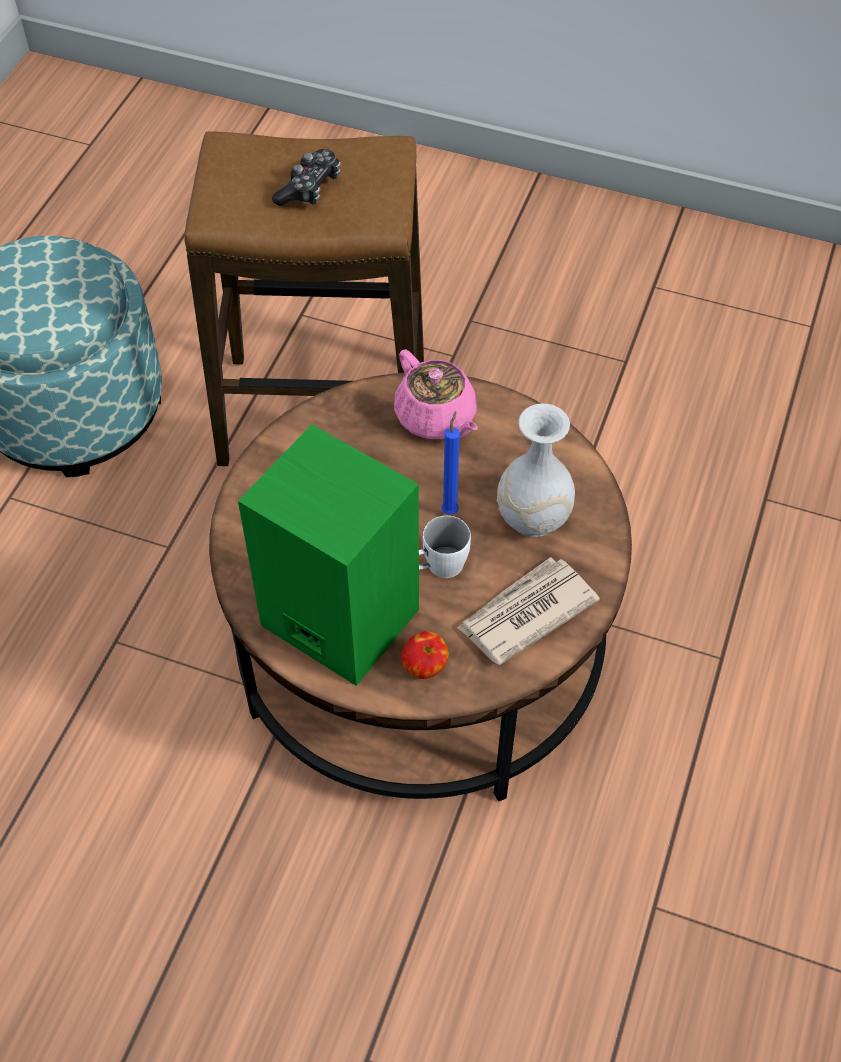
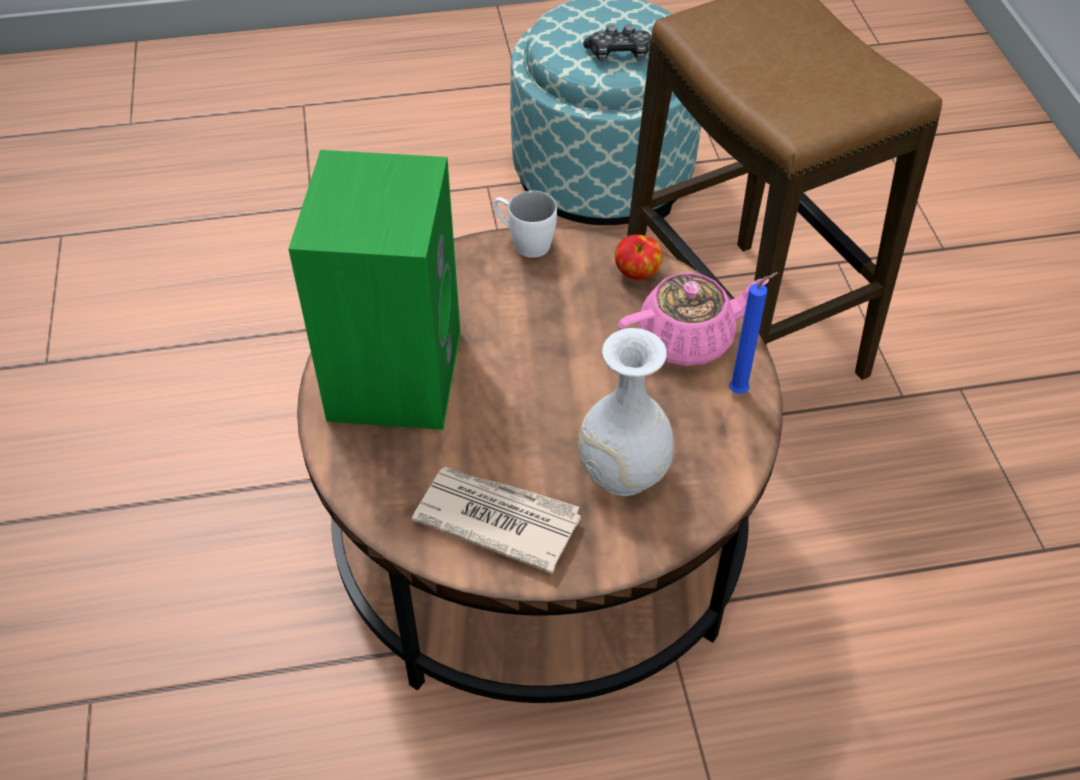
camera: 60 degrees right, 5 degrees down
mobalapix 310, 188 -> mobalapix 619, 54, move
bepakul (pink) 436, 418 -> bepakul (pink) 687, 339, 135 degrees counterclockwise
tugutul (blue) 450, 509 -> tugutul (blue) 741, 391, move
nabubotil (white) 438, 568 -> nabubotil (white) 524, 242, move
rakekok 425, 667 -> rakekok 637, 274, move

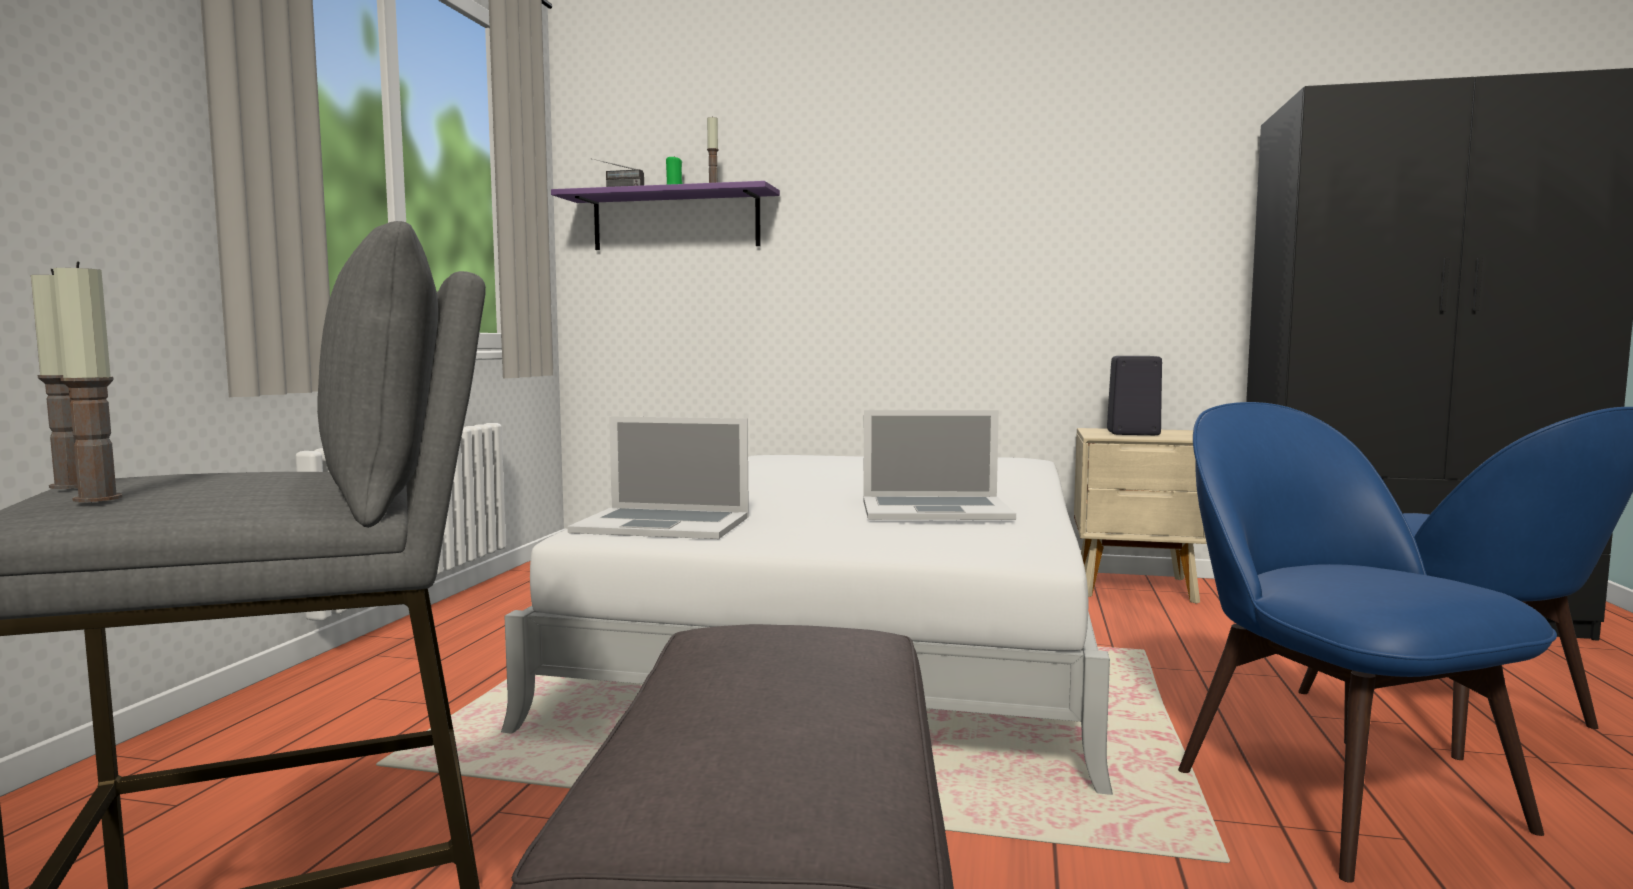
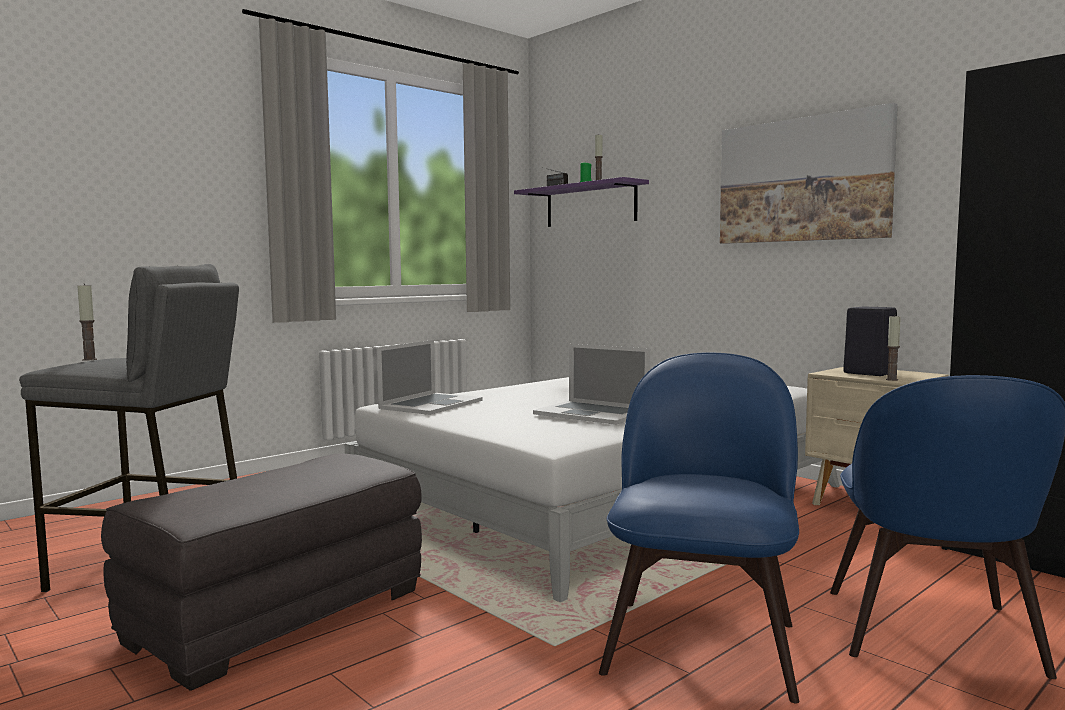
camera: 35 degrees right, 0 degrees up
tugutul 98, 498 -> tugutul 891, 379, move
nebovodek 663, 524 -> nebovodek 430, 404, 105 degrees counterclockwise
none -> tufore 803, 180

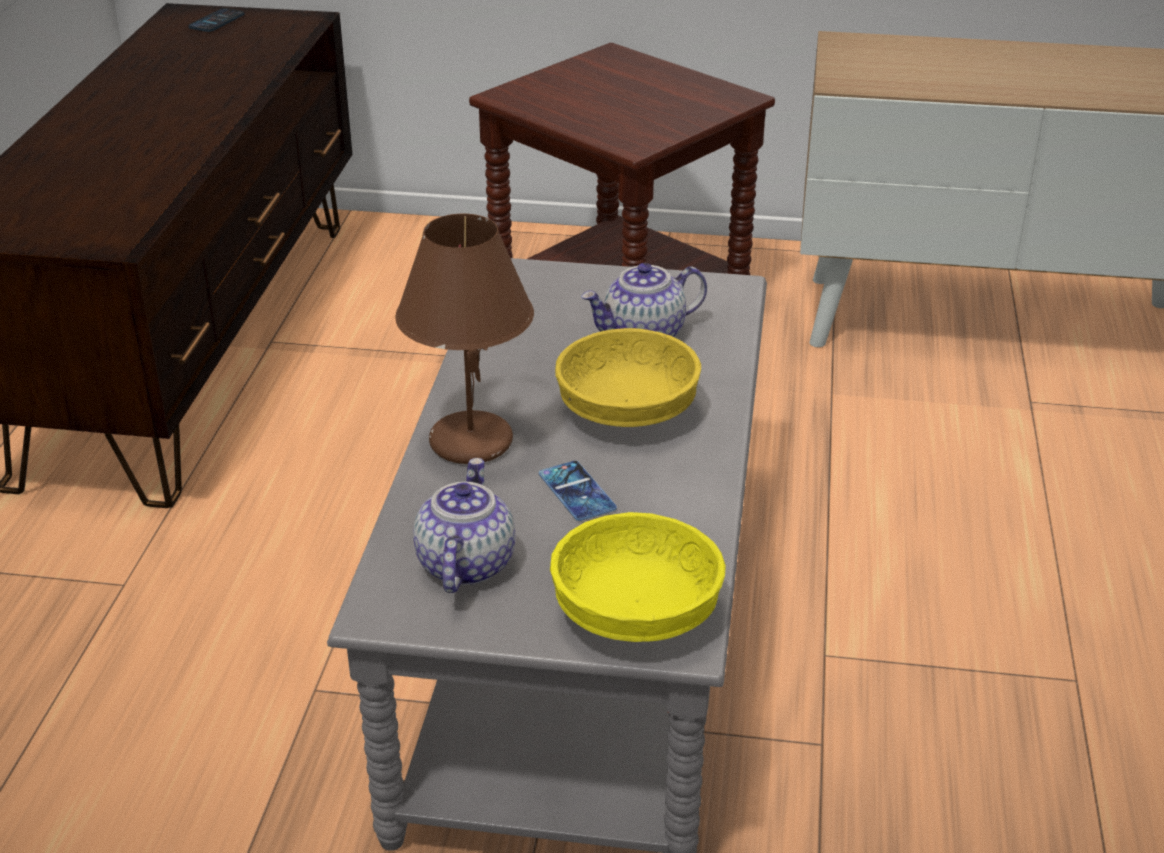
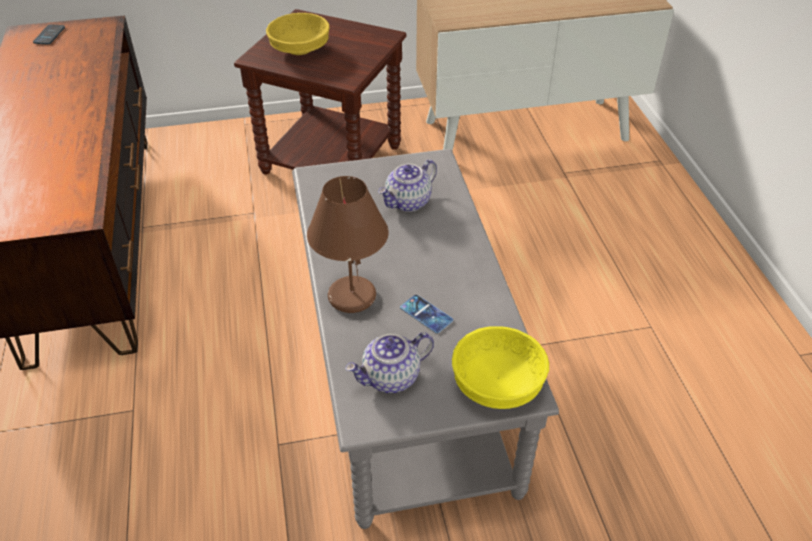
camera: 20 degrees left, 10 degrees up
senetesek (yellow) 627, 410 -> senetesek (yellow) 299, 49, move
bepakul 464, 564 -> bepakul 391, 378, 105 degrees counterclockwise

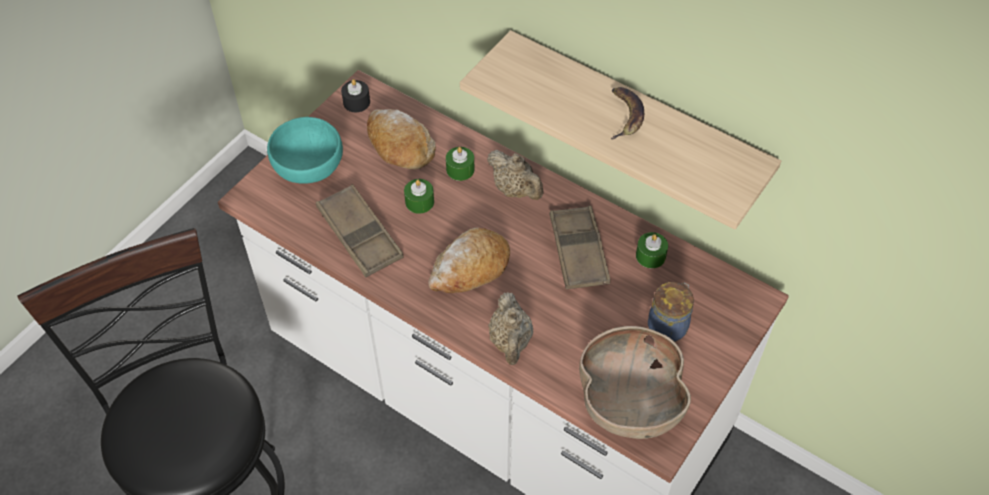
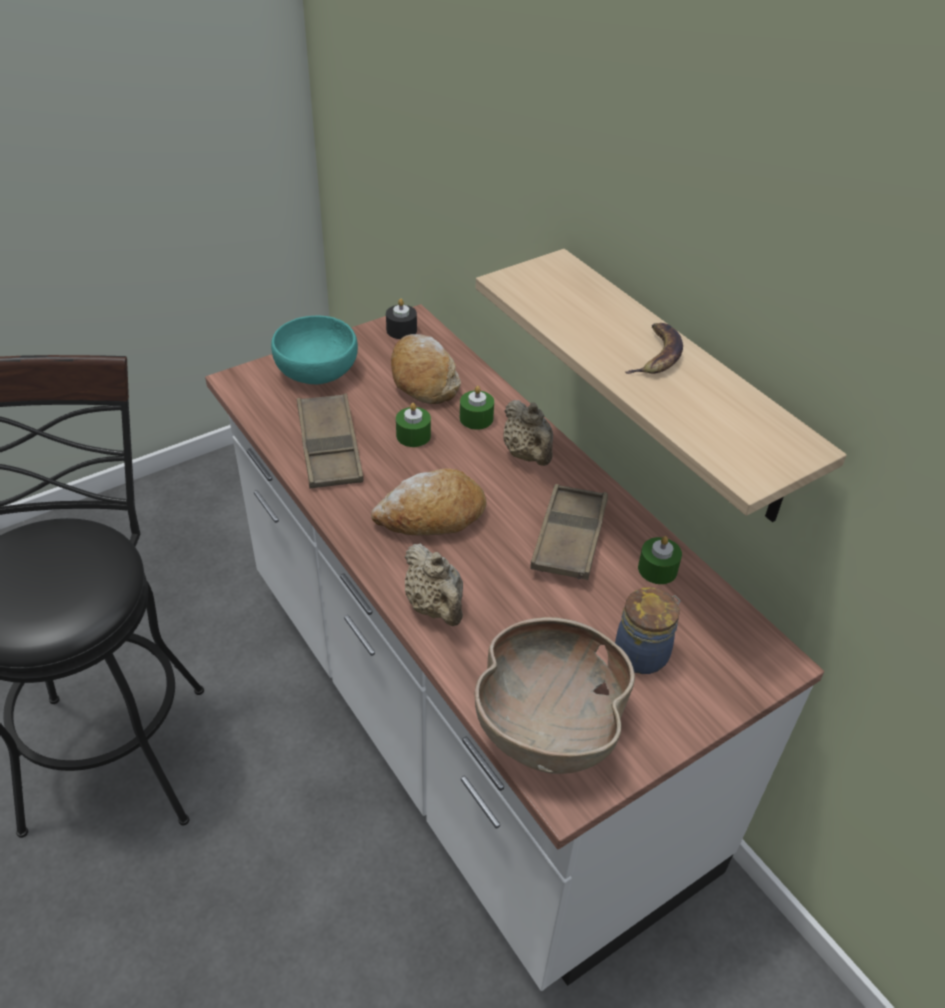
camera: 20 degrees right, 10 degrees down
bepakul (beige) 510, 342 -> bepakul (beige) 435, 607, 45 degrees counterclockwise

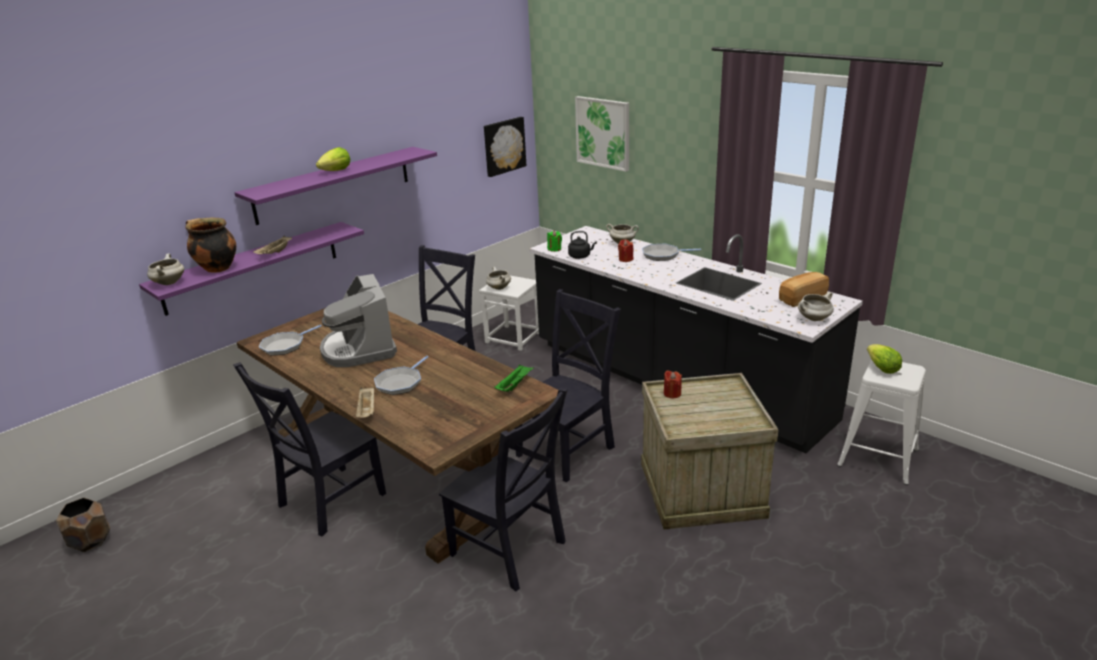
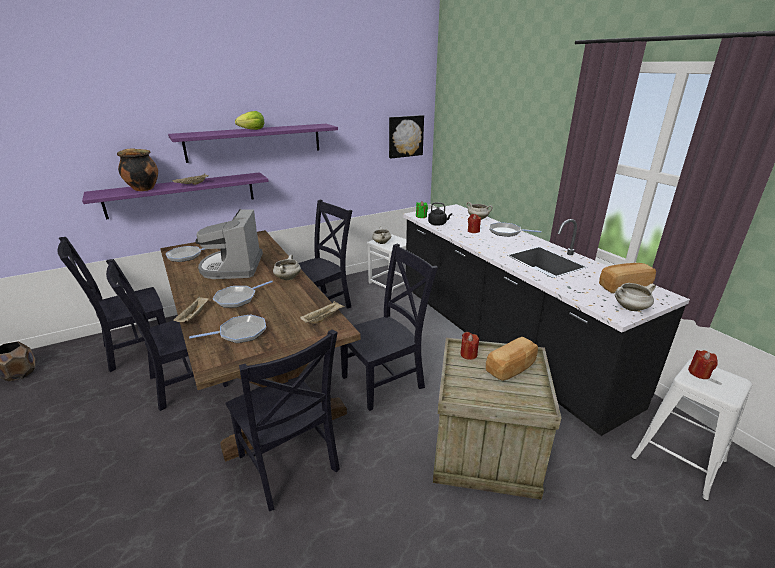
camera: 15 degrees right, 0 degrees up
tufore 603, 133 -> none
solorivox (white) 169, 283 -> solorivox (white) 287, 278, move
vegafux 882, 368 -> tugutul (red) 699, 373
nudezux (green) 514, 385 -> nudezux (beige) 323, 318
none -> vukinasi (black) 135, 349
none -> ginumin 240, 333
none -> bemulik 512, 368

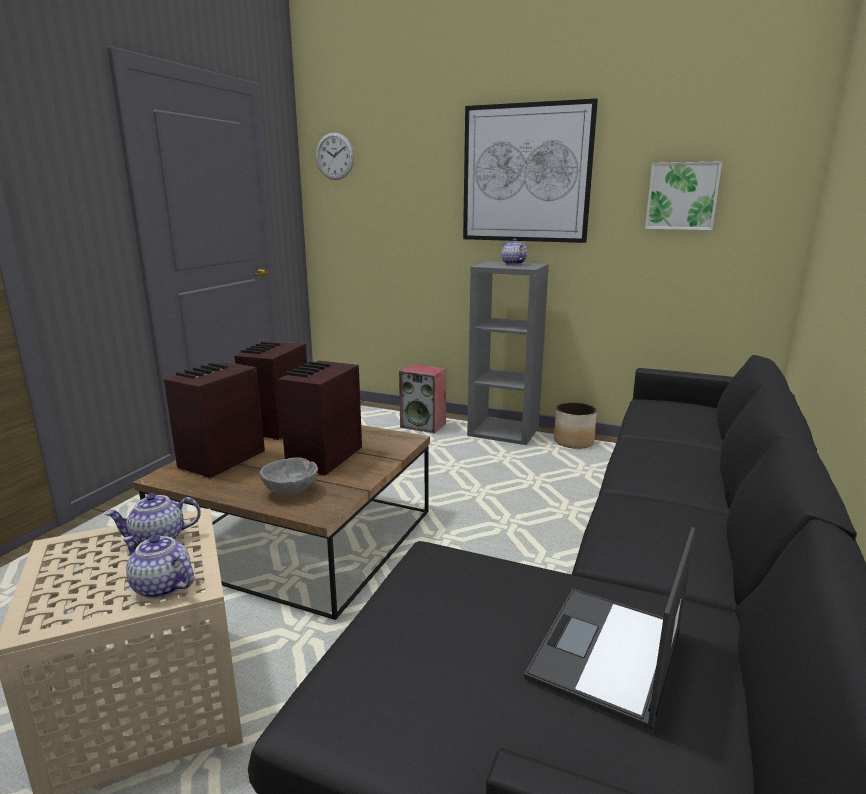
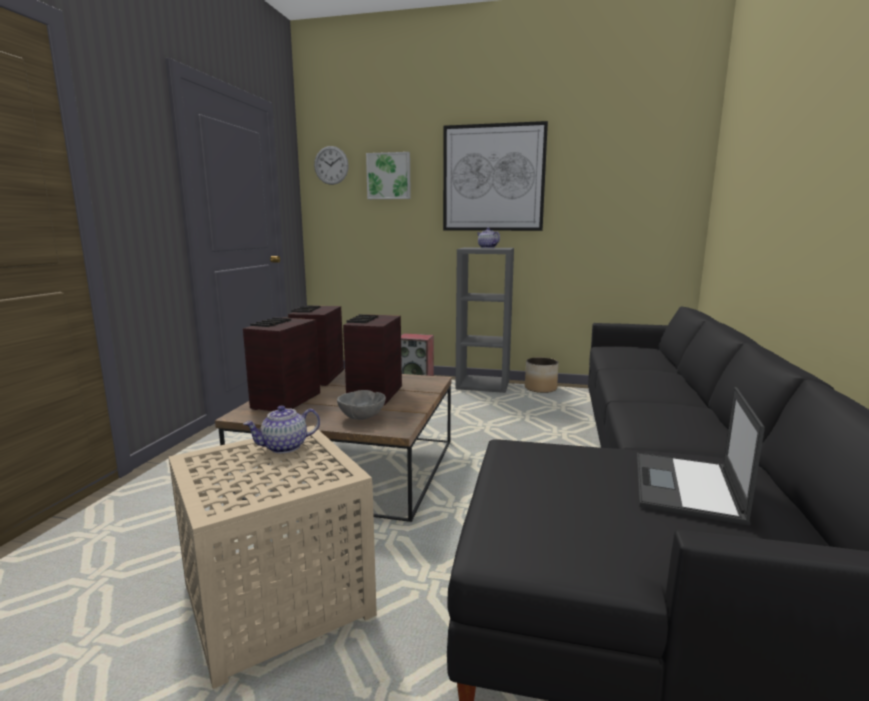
camera: 10 degrees left, 5 degrees down
tufore 682, 196 -> tufore 389, 176, move
bepakul 161, 586 -> none

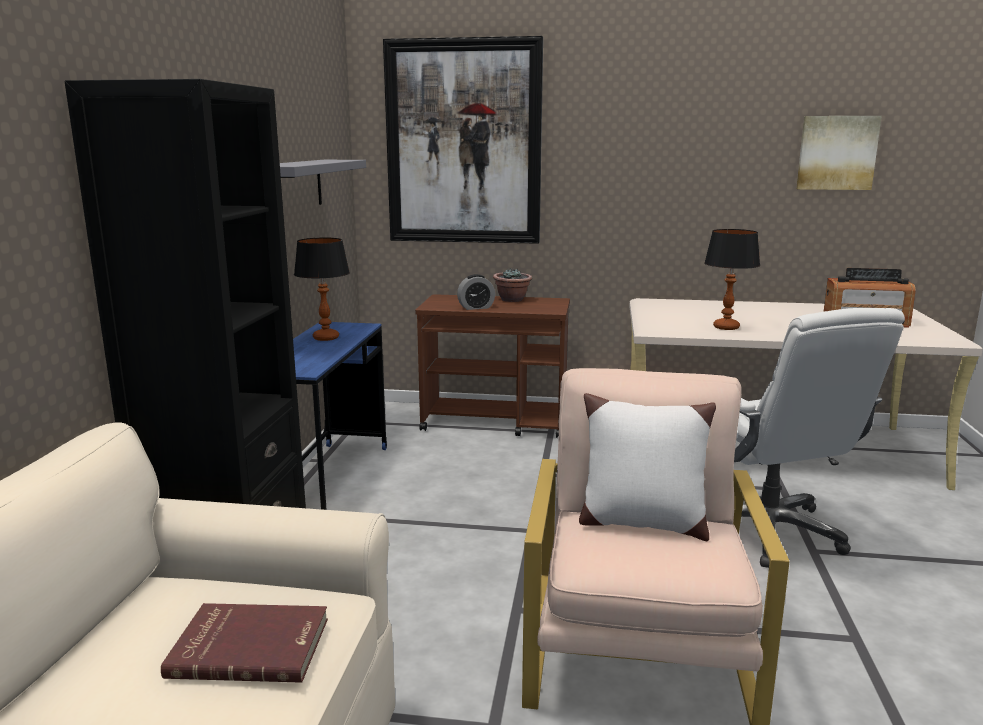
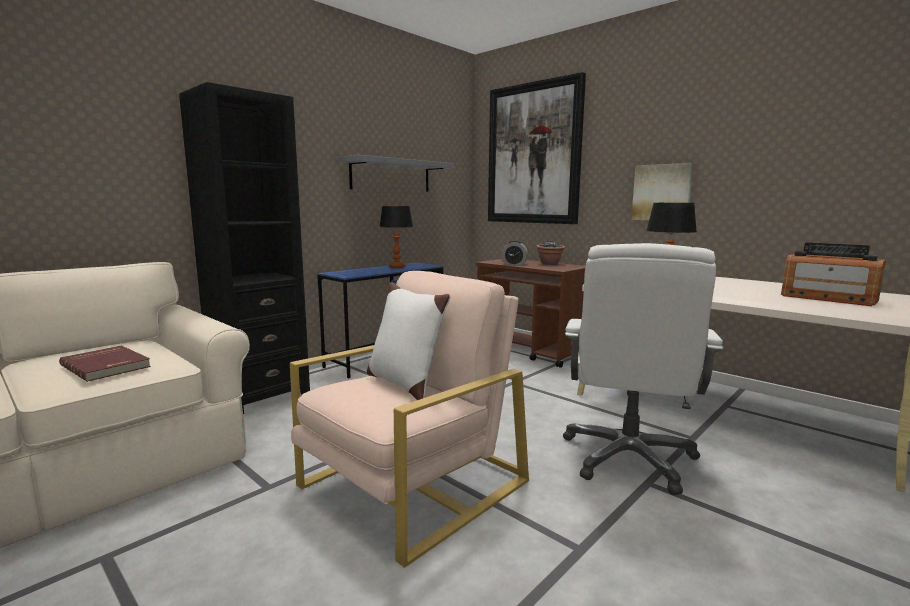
camera: 35 degrees right, 5 degrees down
tufore 837, 153 -> tufore 661, 192, move

